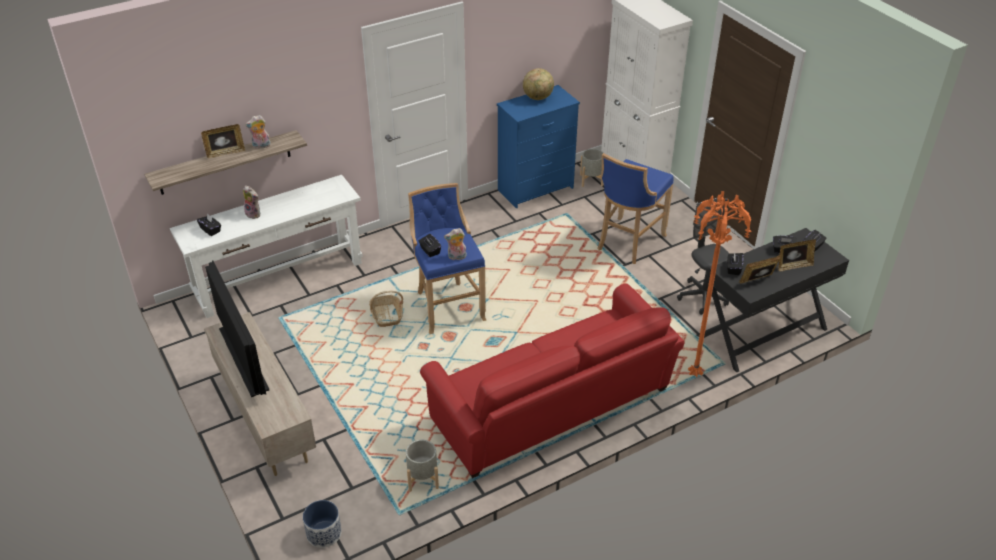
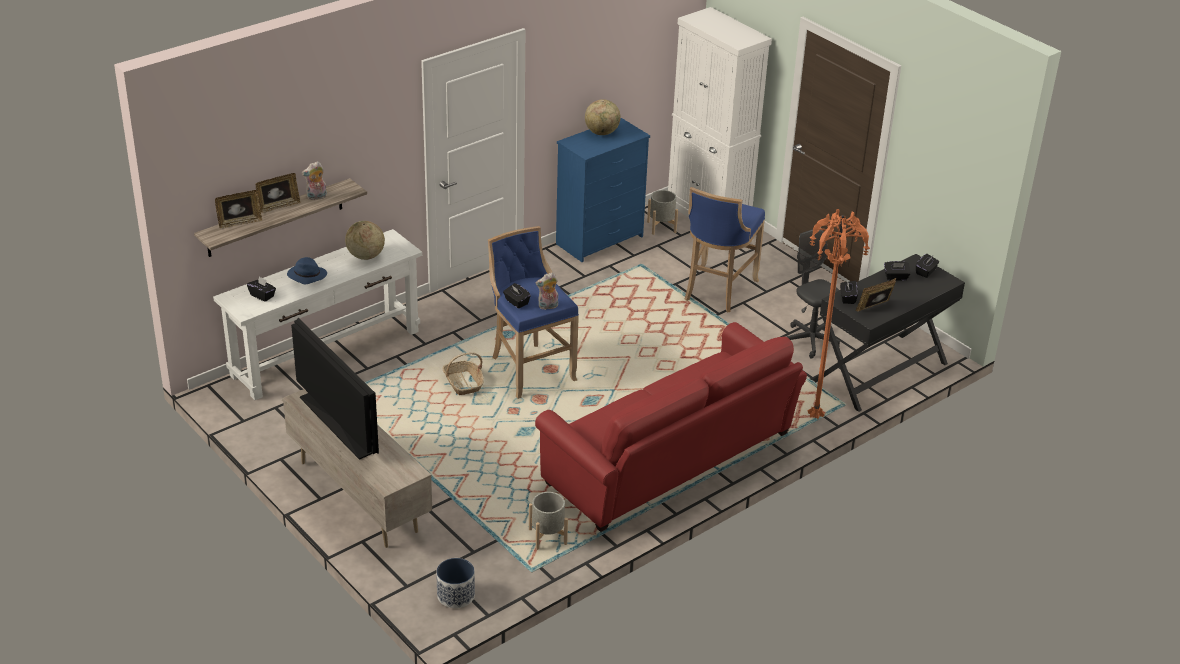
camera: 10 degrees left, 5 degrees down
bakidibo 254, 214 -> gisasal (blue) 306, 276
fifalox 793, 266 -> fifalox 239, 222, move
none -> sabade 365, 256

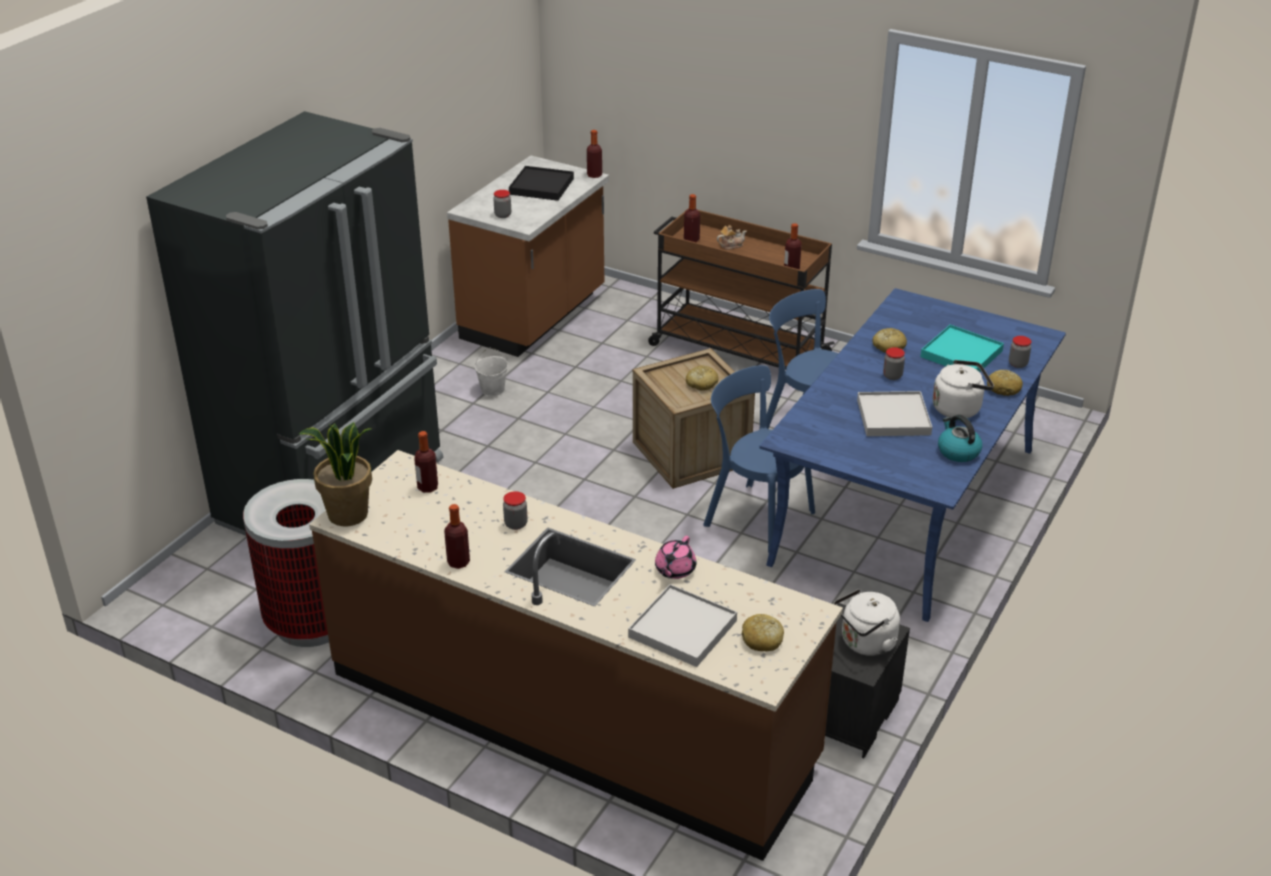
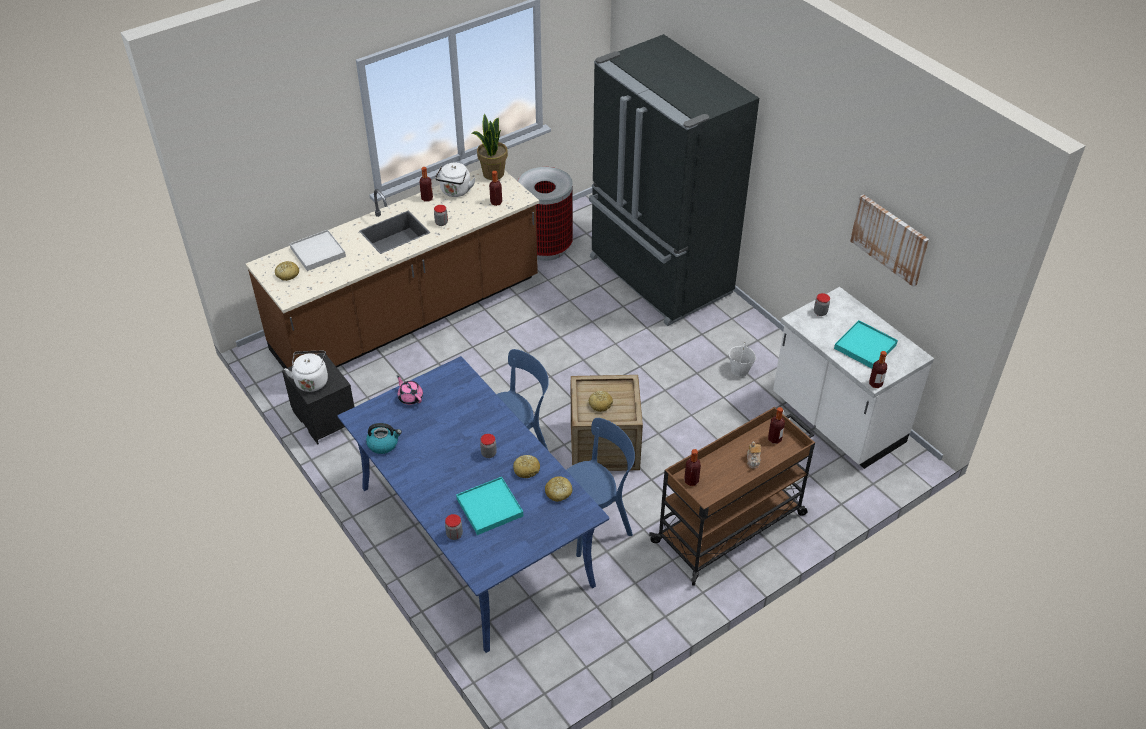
camera: 115 degrees right, 10 degrees up
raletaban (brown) 535, 317 -> raletaban (white) 836, 421
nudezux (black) 541, 186 -> nudezux (turquoise) 865, 346
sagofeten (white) 959, 408 -> sagofeten (white) 455, 192, move
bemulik 1004, 389 -> bemulik 558, 492, move
nudezux (white) 893, 417 -> none
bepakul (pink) 674, 570 -> bepakul (pink) 410, 397, move
none -> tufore 889, 239

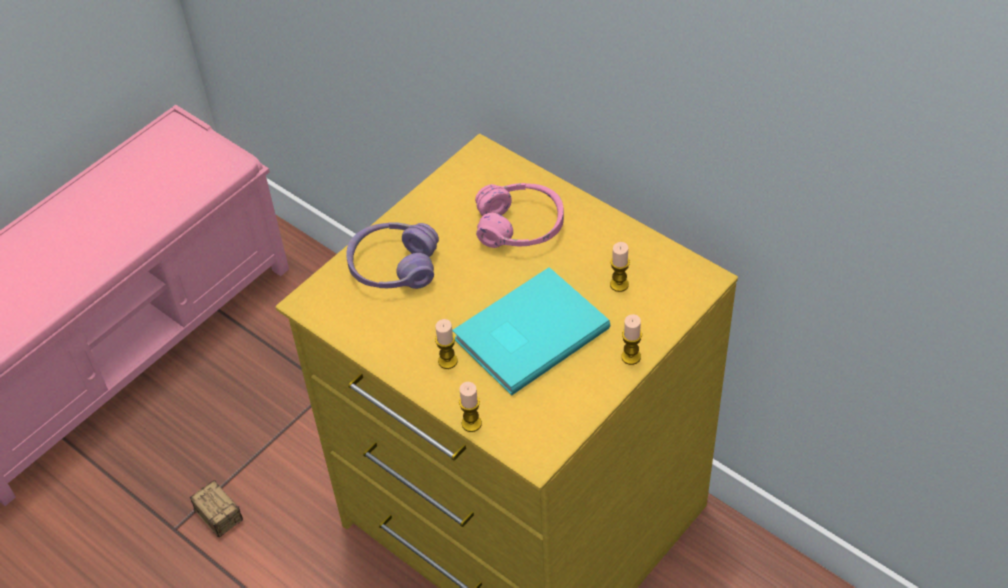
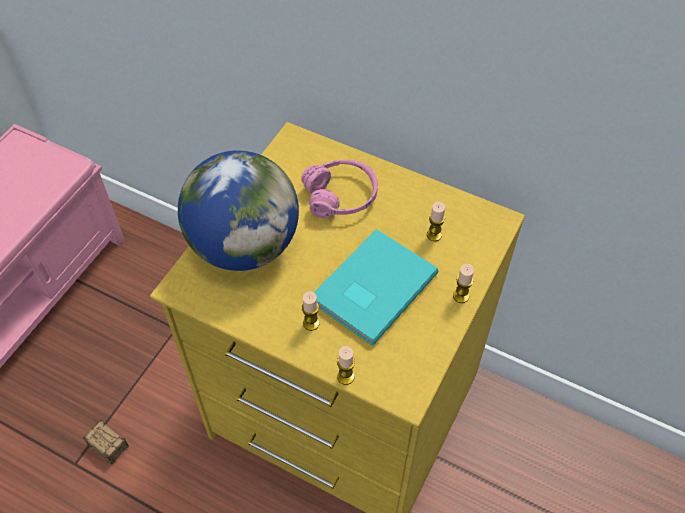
camera: 15 degrees left, 5 degrees up
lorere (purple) 393, 267 -> sabade 244, 245

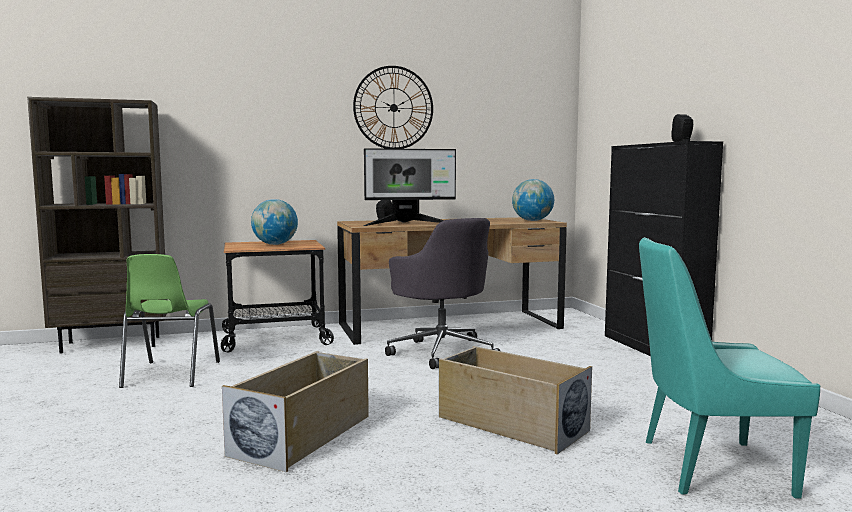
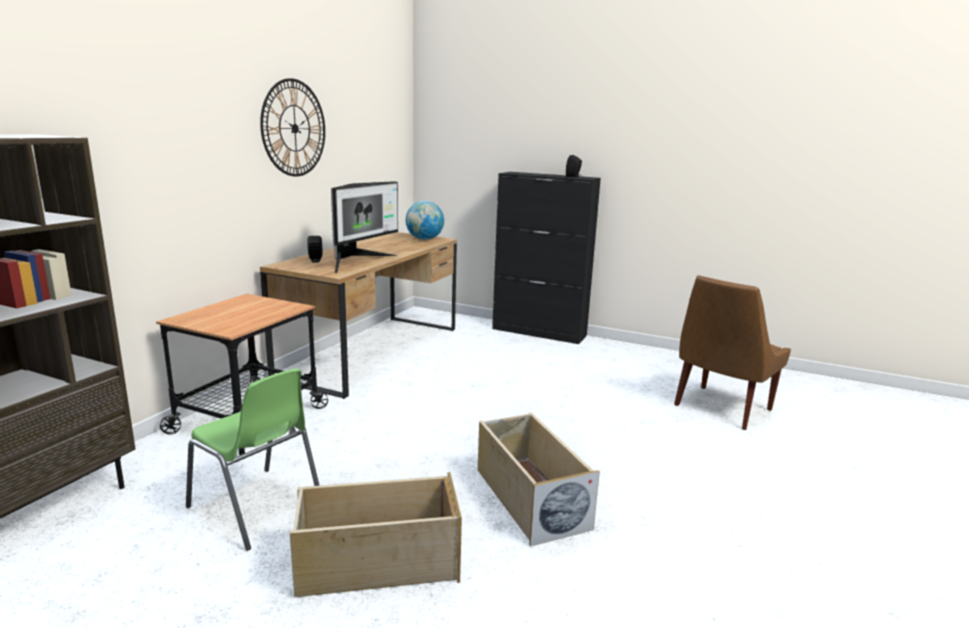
camera: 50 degrees left, 10 degrees up
sabade 275, 244 -> none
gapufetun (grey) 442, 351 -> none
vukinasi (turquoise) 708, 467 -> vukinasi (brown) 720, 408
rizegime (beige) 510, 424 -> rizegime (beige) 376, 563, move

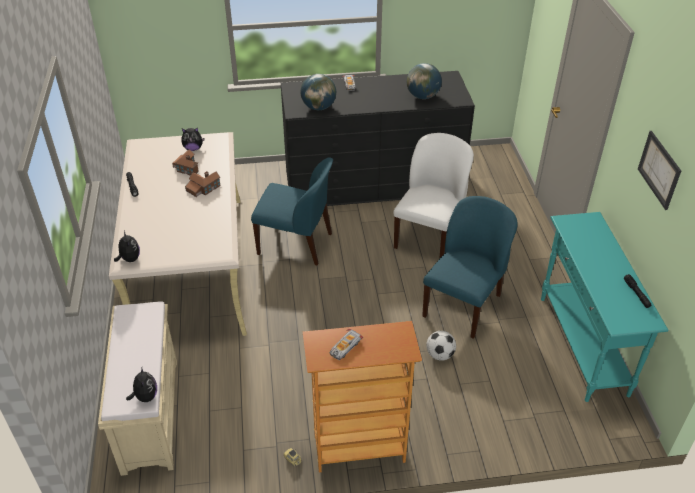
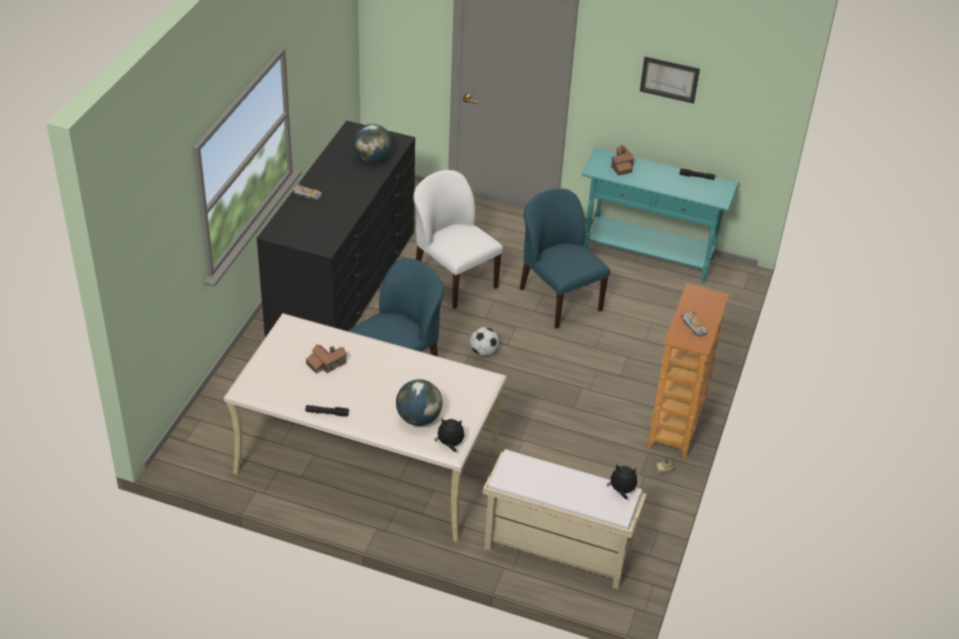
camera: 65 degrees left, 0 degrees up
sabade 318, 107 -> sabade 418, 418, move
bakidibo 193, 148 -> none
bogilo 203, 188 -> bogilo 621, 166, move
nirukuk 439, 354 -> nirukuk 483, 352, move

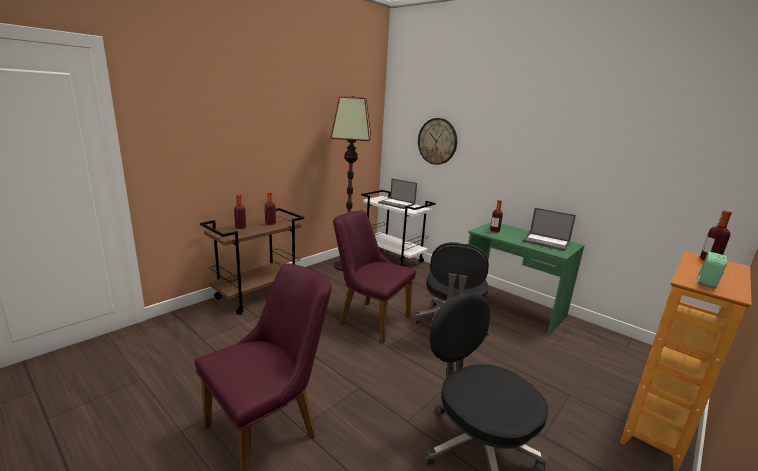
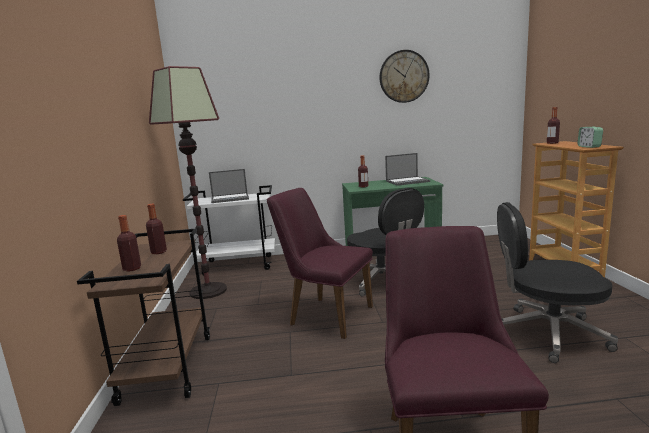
camera: 45 degrees left, 5 degrees down
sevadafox 437, 141 -> sevadafox 404, 76, move
vukinasi (purple) 369, 318 -> vukinasi (purple) 324, 314, 45 degrees clockwise

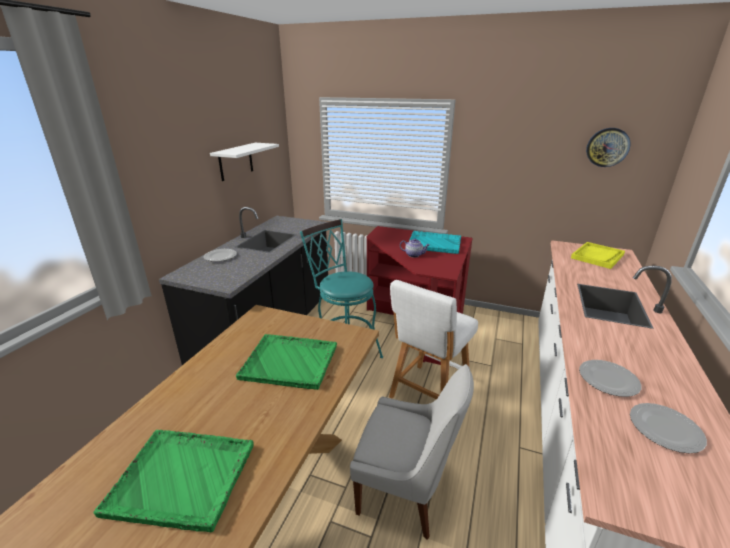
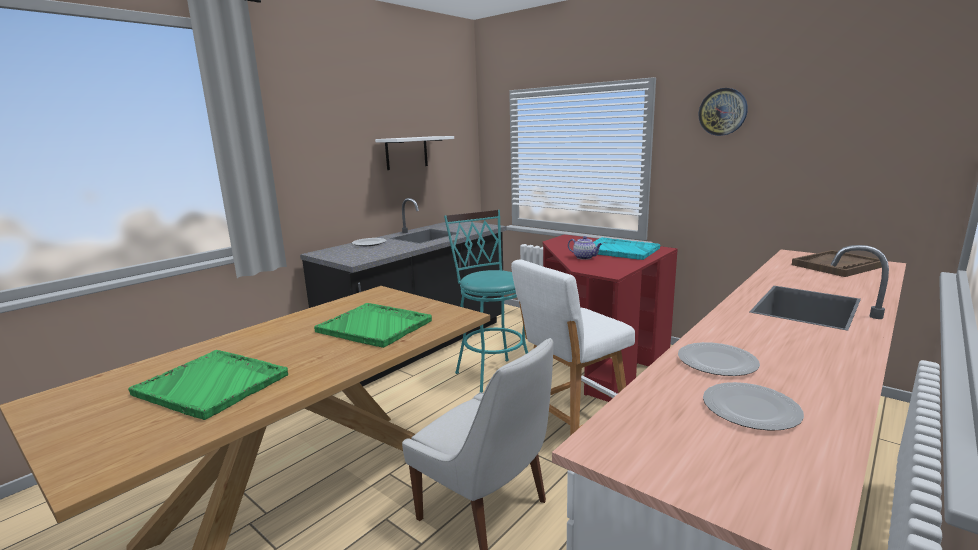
camera: 20 degrees right, 10 degrees down
sevadafox 607, 147 -> sevadafox 722, 112, move
nudezux (yellow) 597, 256 -> nudezux (brown) 837, 265

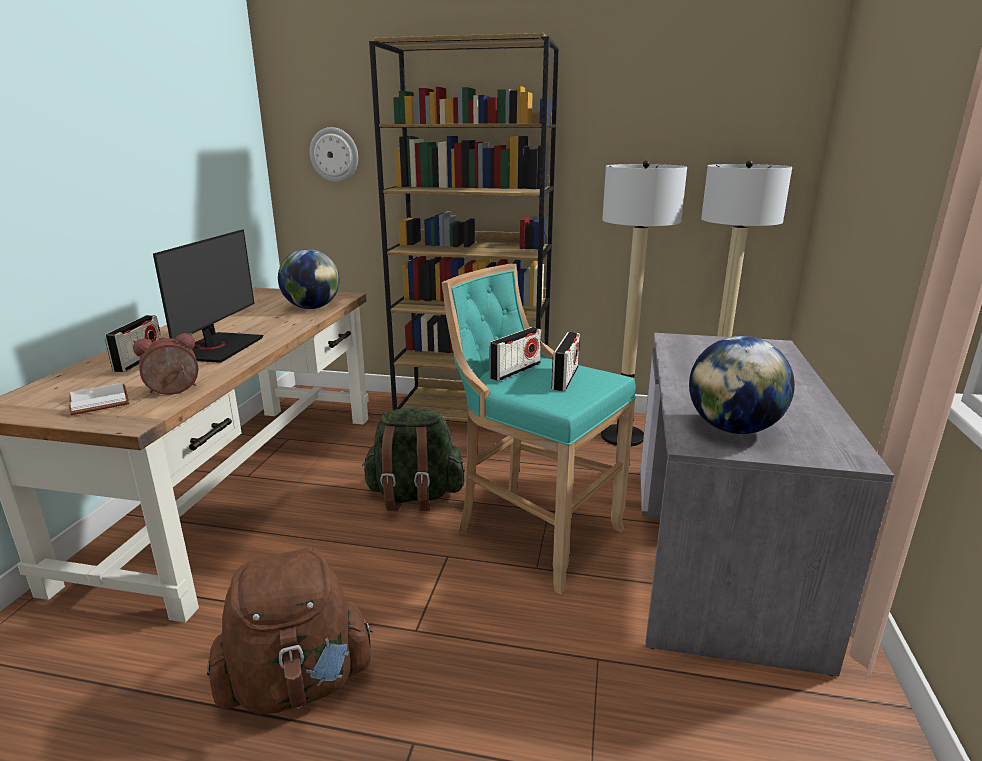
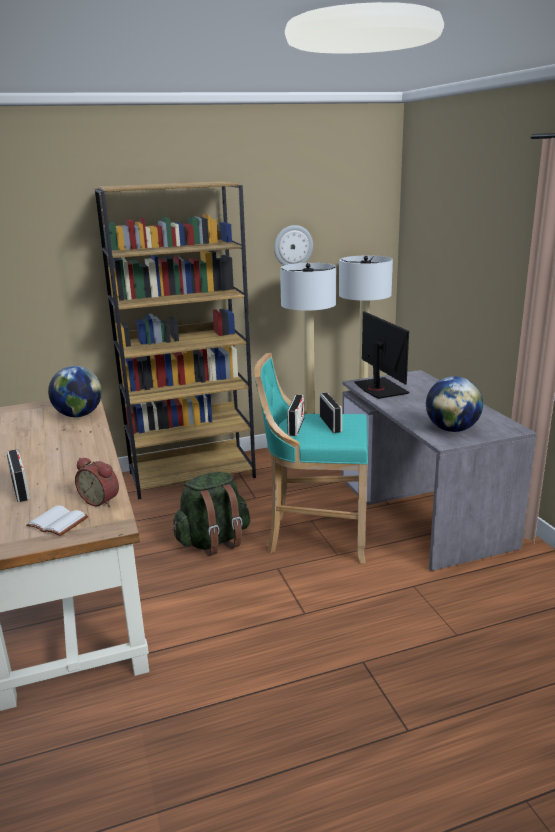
camera: 30 degrees left, 0 degrees up
sevadafox 334, 154 -> sevadafox 293, 246, move
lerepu 217, 348 -> lerepu 380, 388, move
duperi 174, 391 -> duperi 101, 500, 90 degrees counterclockwise
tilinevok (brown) 297, 684 -> none

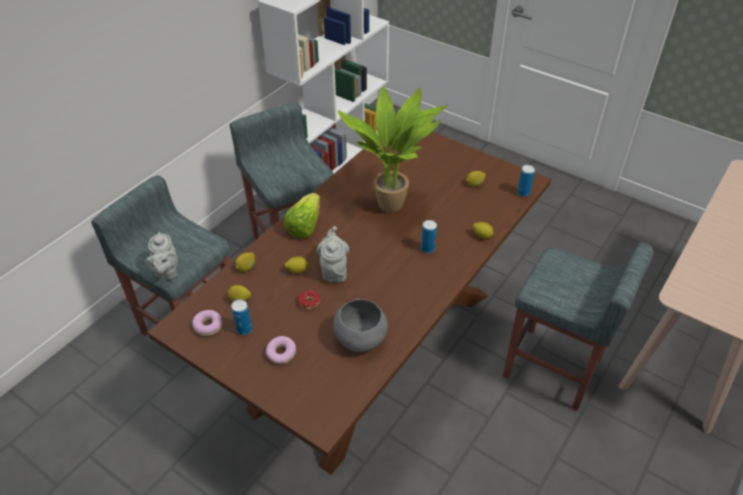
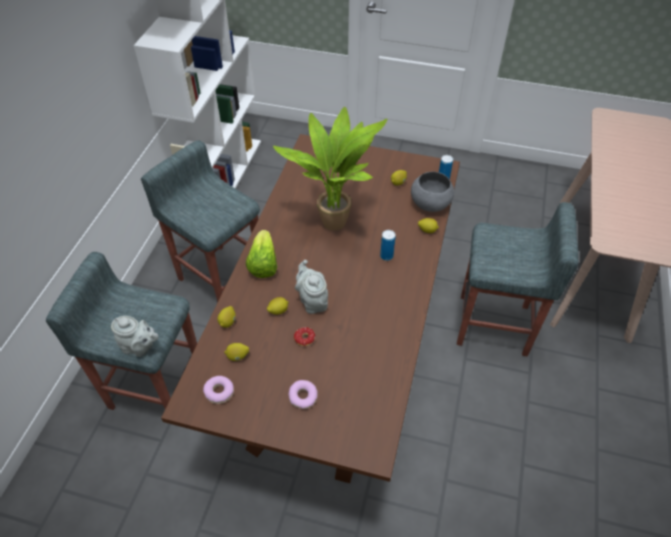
camera: 20 degrees left, 5 degrees up
bepakul (grey) 166, 272 -> bepakul (grey) 140, 347, 45 degrees counterclockwise
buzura 244, 329 -> none
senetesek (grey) 359, 339 -> senetesek (grey) 430, 204, move

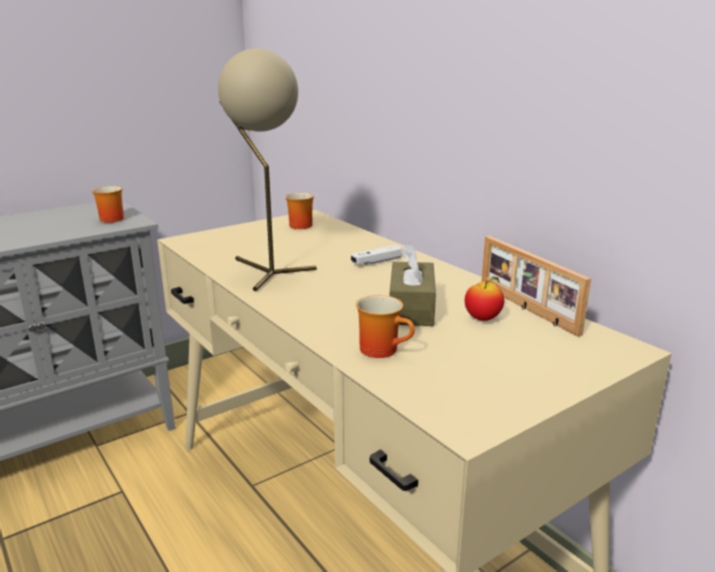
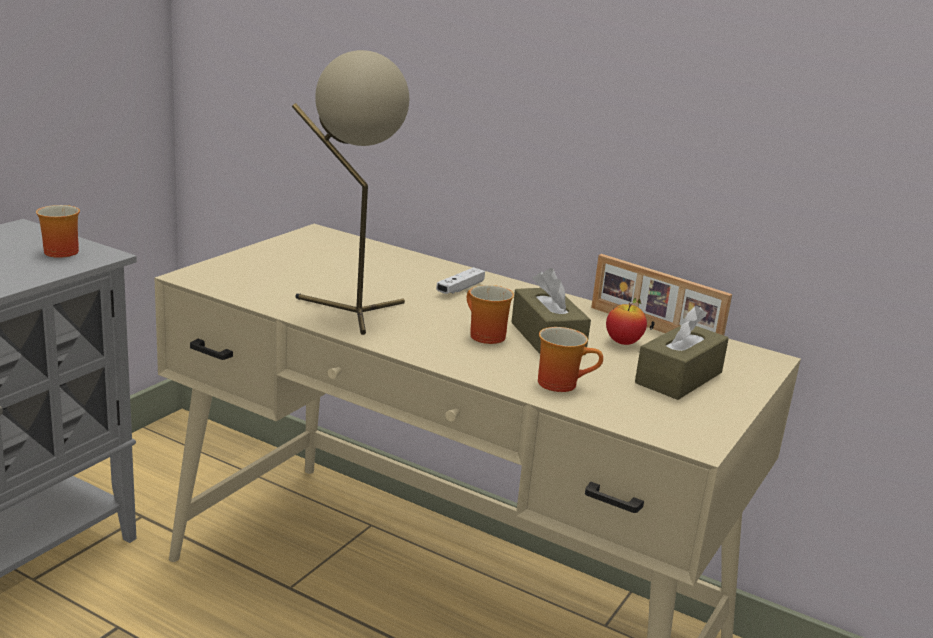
camera: 25 degrees left, 0 degrees up
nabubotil 298, 225 -> nabubotil 482, 335, move
none -> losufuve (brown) 679, 378

